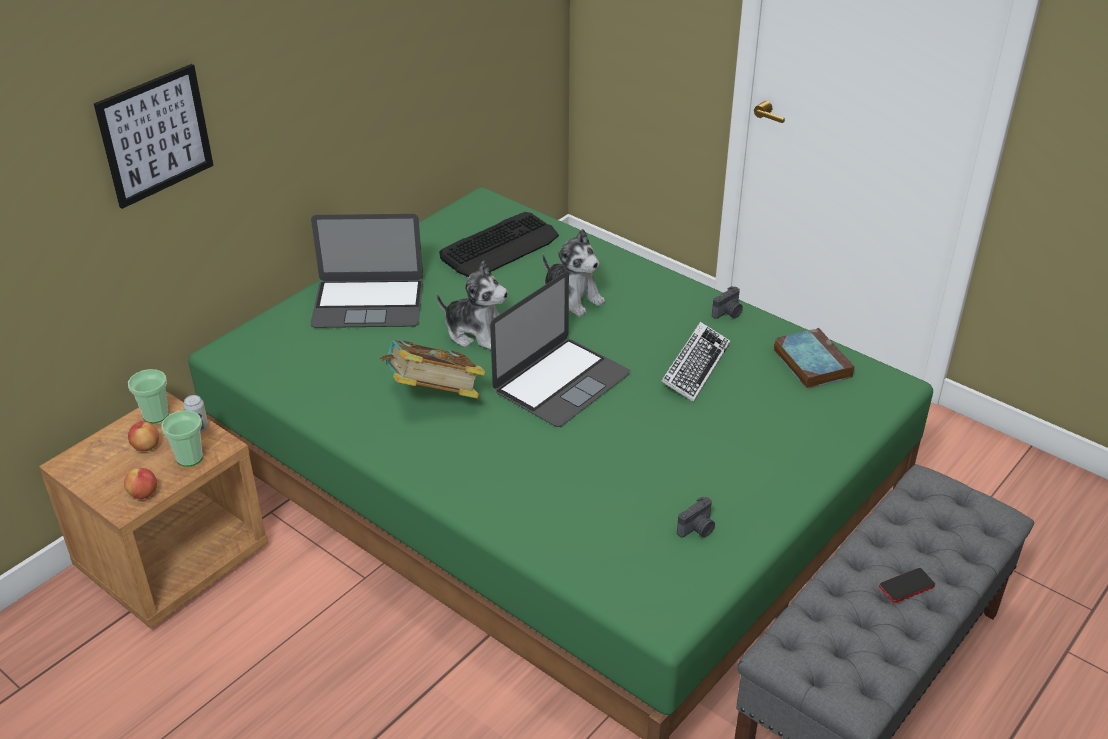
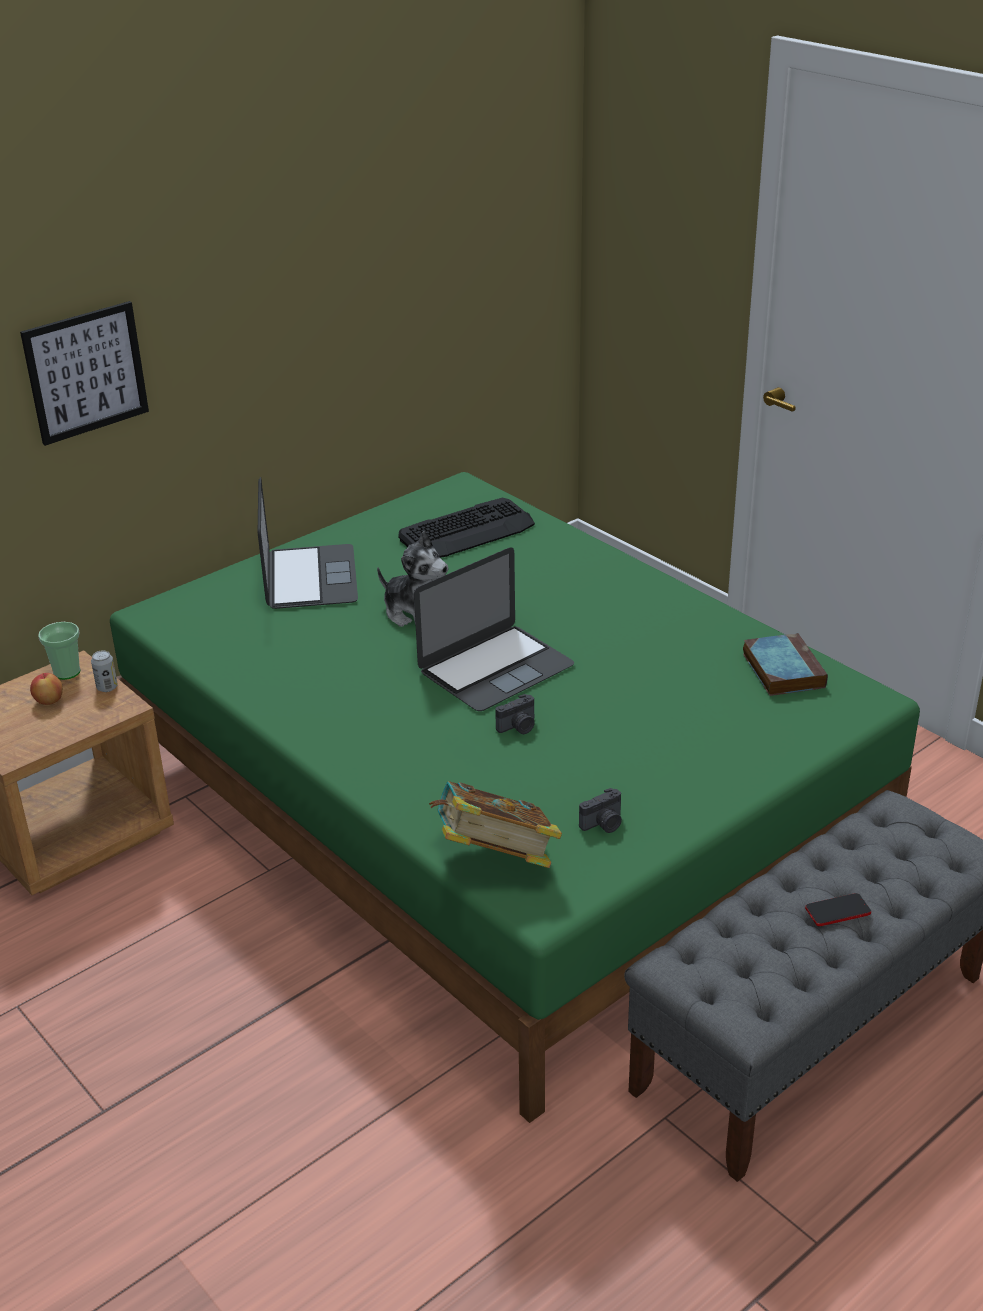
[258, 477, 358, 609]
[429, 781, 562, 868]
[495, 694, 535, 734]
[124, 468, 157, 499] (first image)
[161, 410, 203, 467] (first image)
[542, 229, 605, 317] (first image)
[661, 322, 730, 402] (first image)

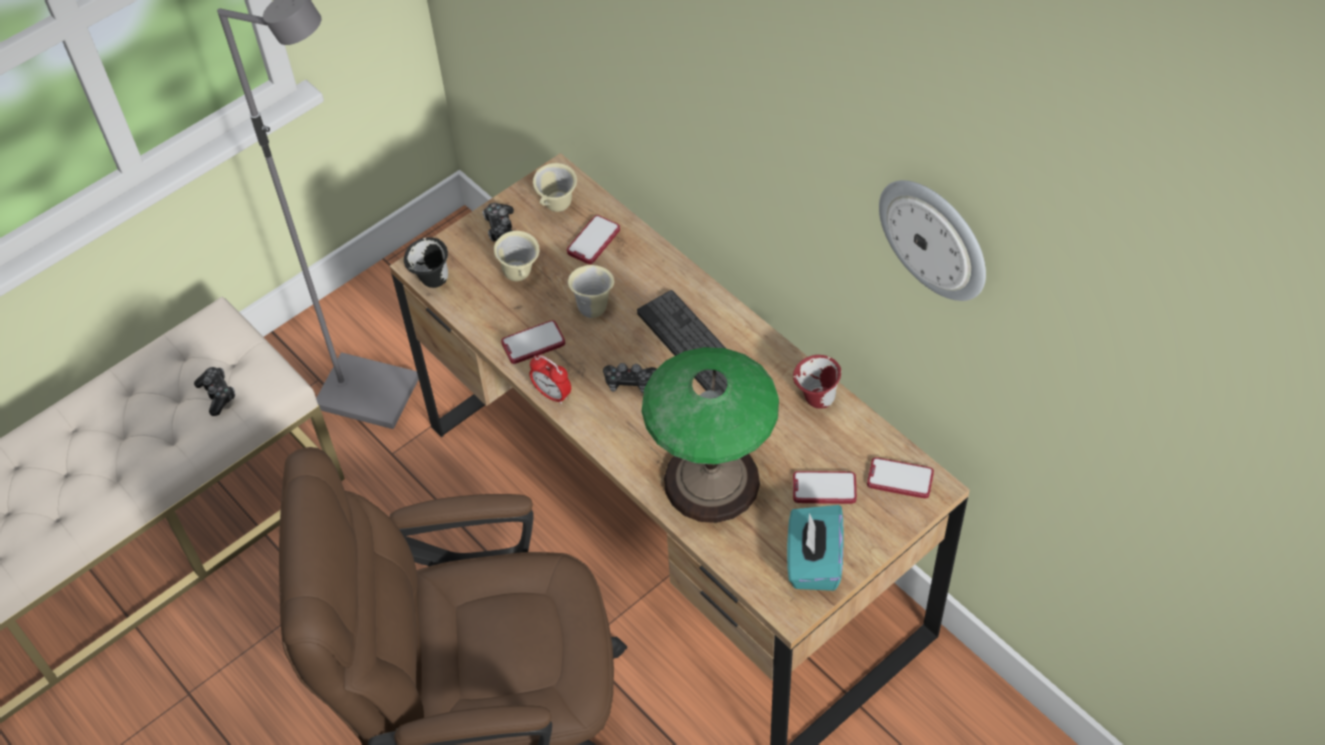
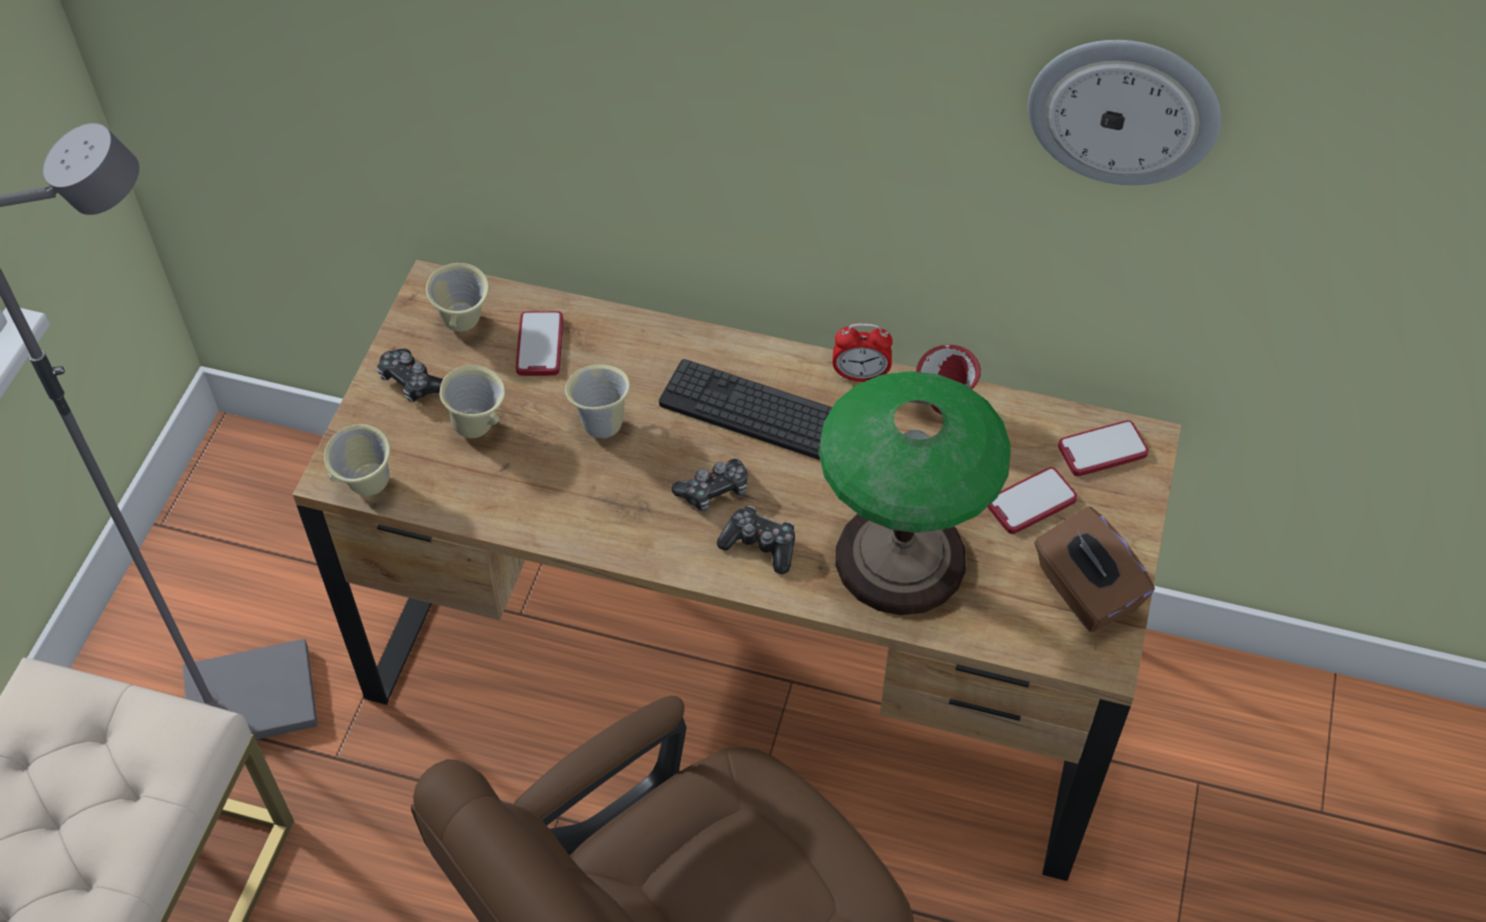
[324, 424, 391, 496]
[717, 506, 795, 574]
[832, 323, 893, 382]
[1034, 506, 1155, 632]
[501, 320, 565, 364] (first image)

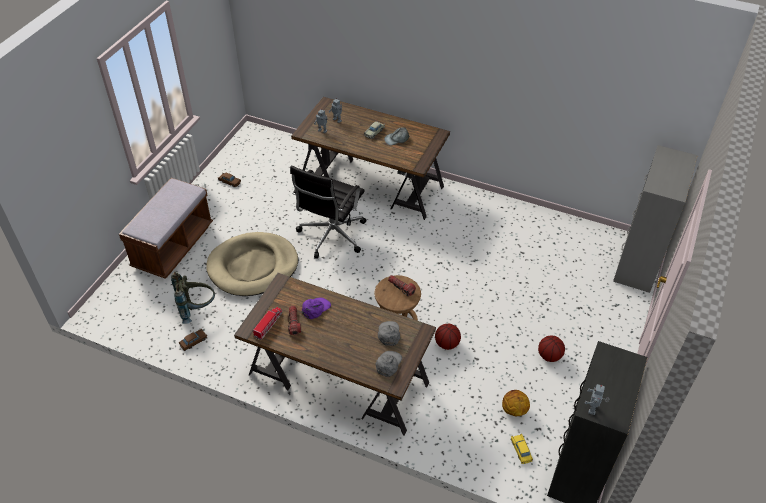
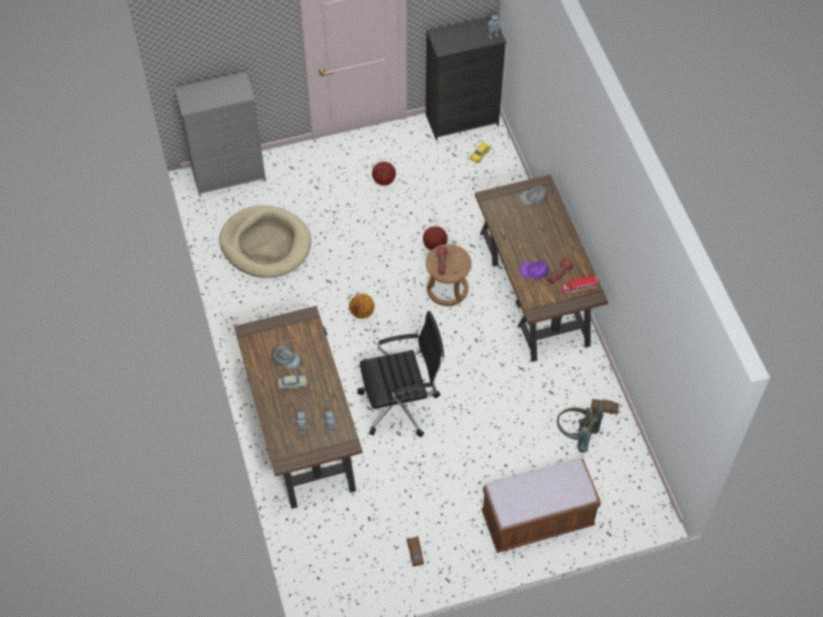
[219, 206, 311, 278]
[349, 294, 375, 318]
[378, 321, 400, 346] (first image)

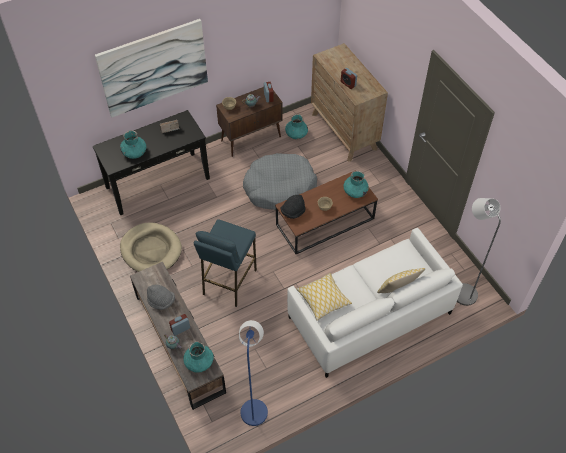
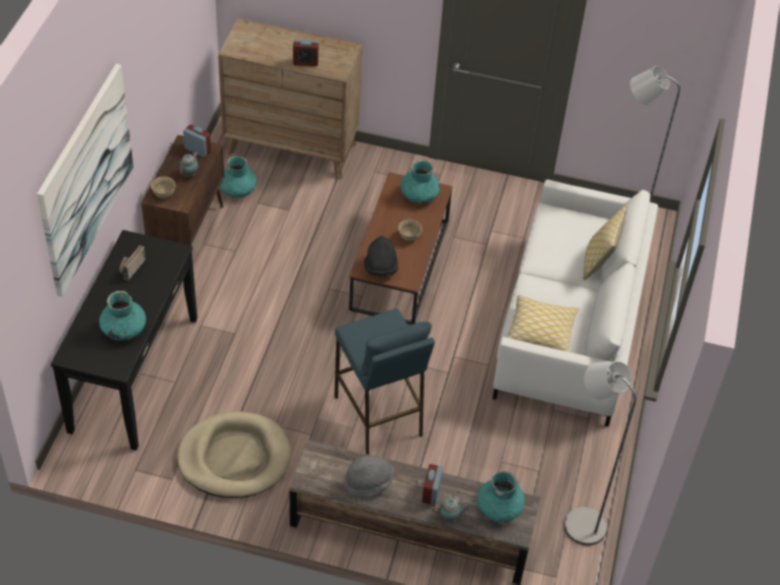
[564, 361, 637, 546]
[243, 153, 317, 210] (first image)

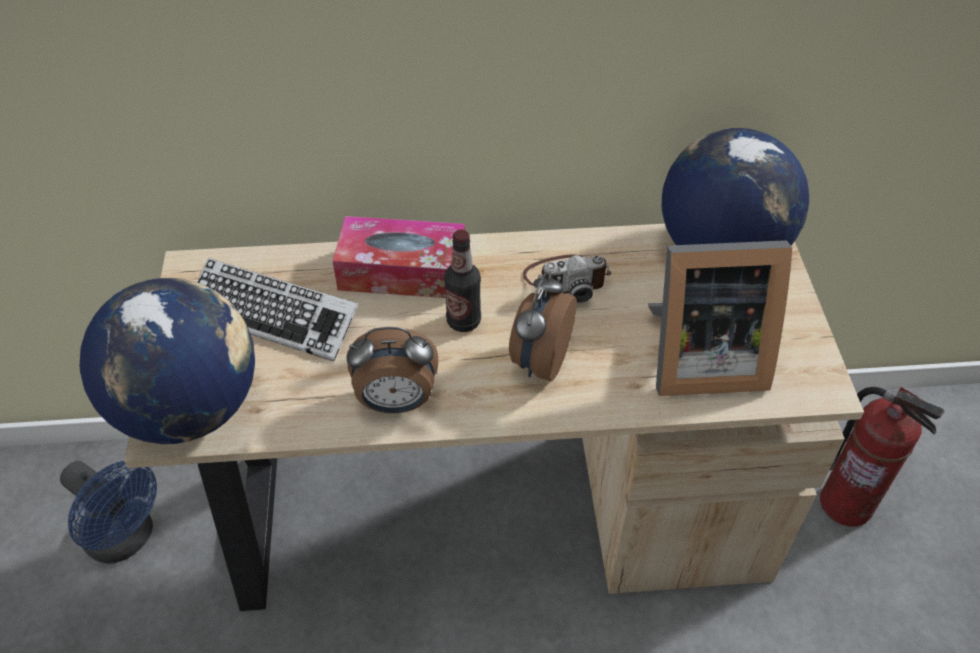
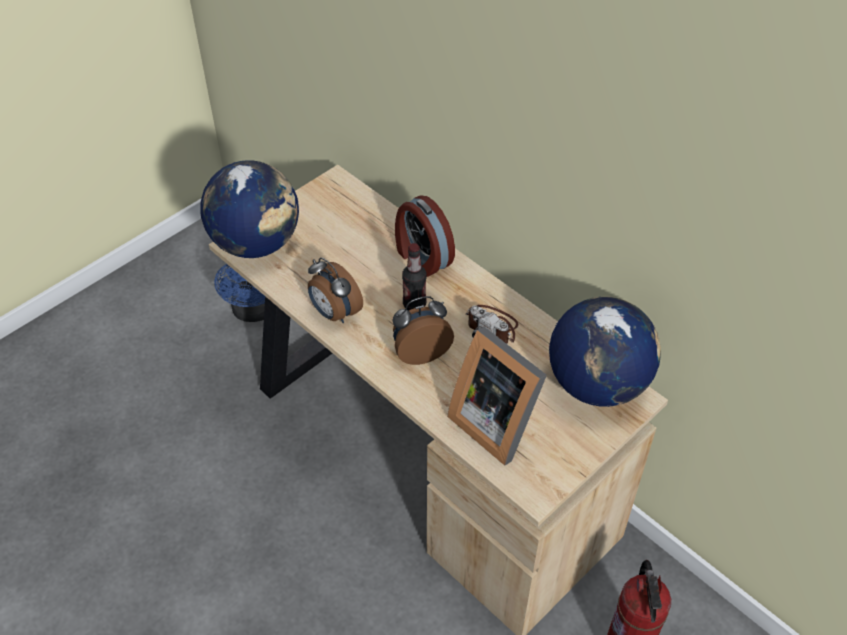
[395, 196, 455, 277]
[197, 258, 358, 361] (first image)

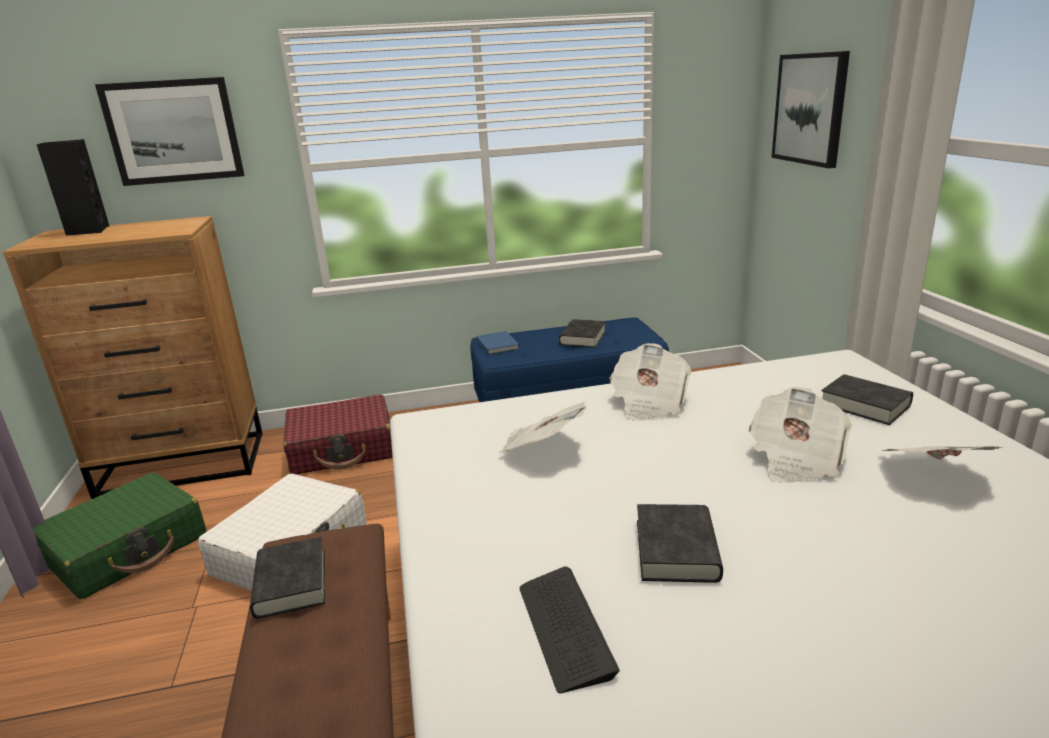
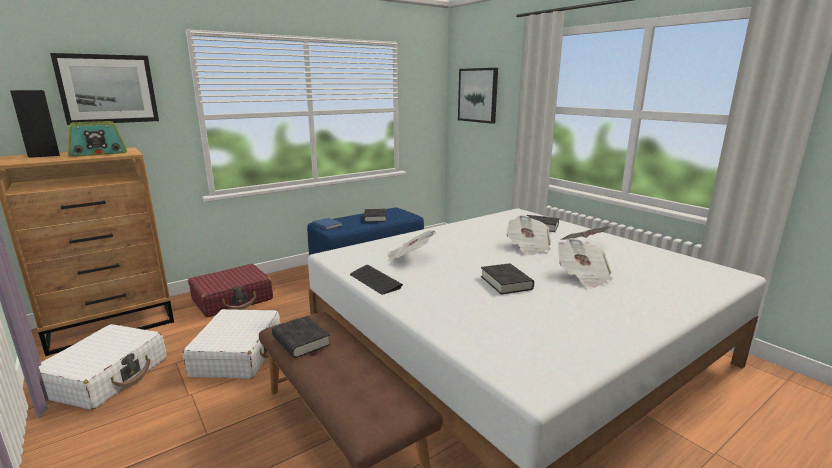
[39, 324, 166, 410]
[68, 121, 127, 157]
[350, 265, 403, 295]
[558, 238, 613, 289]

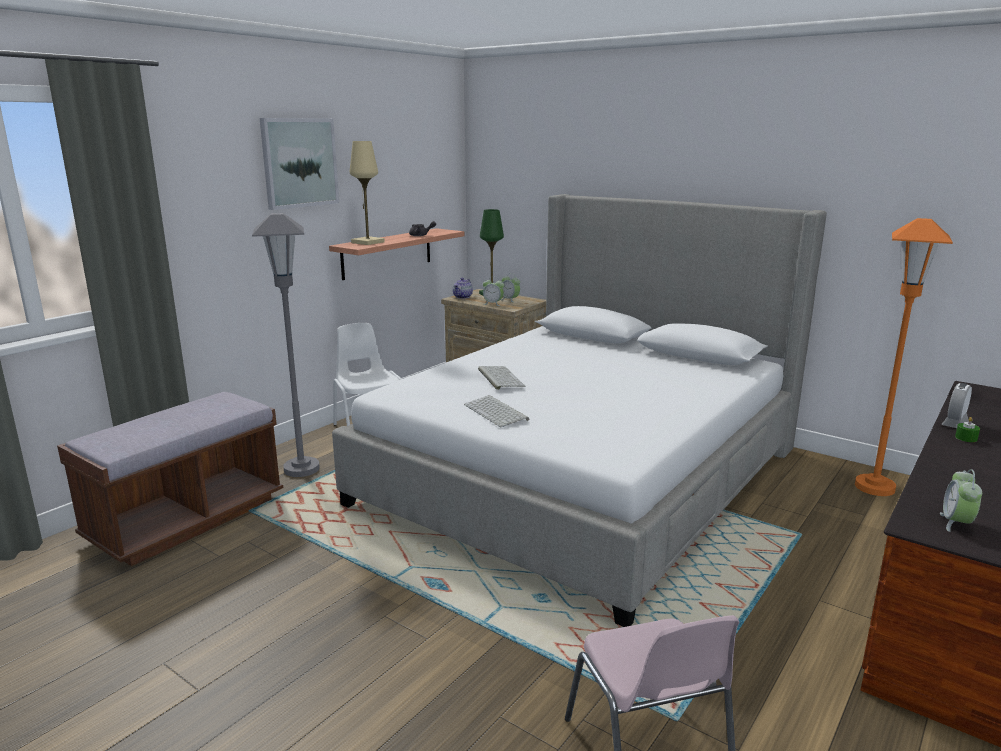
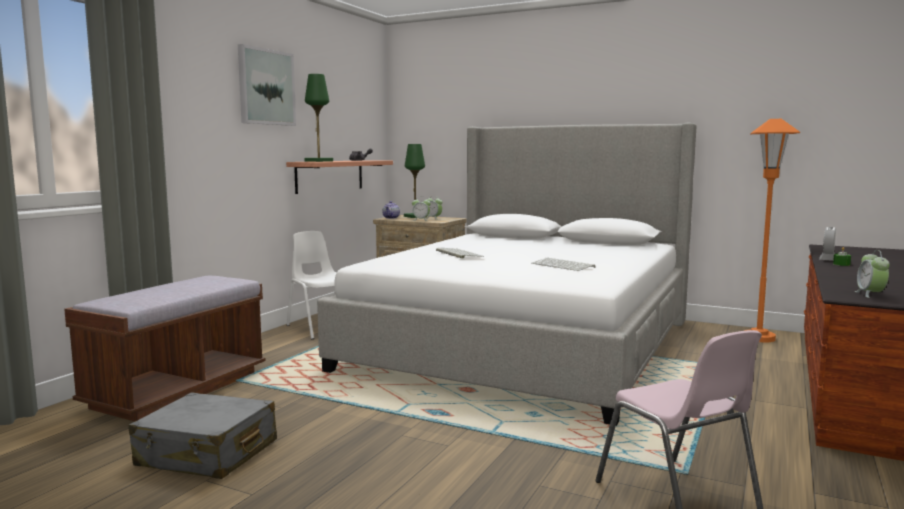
[129, 392, 277, 479]
[304, 74, 333, 162]
[531, 258, 595, 271]
[252, 213, 320, 477] (first image)

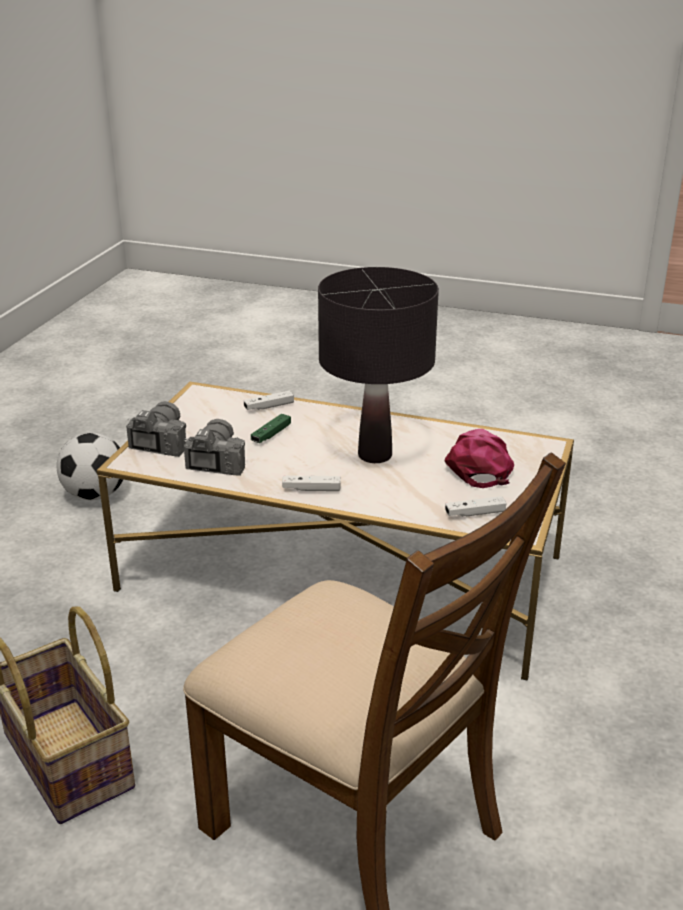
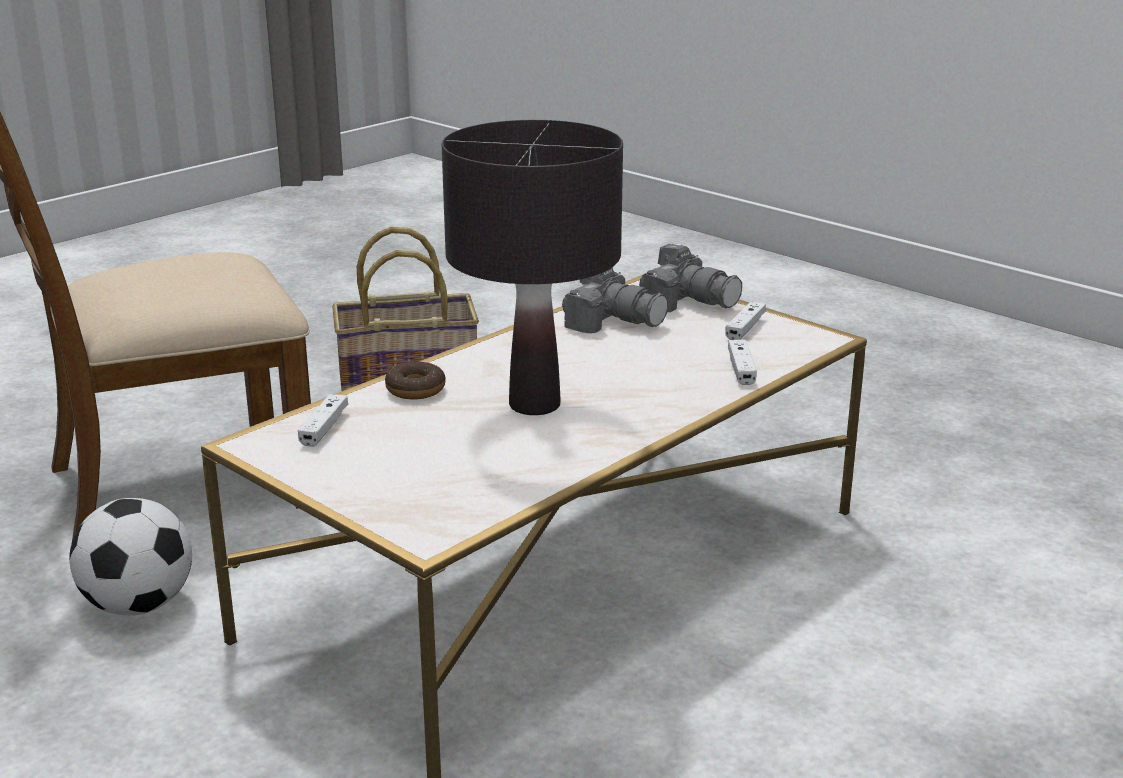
[69, 498, 192, 615]
[385, 361, 446, 399]
[725, 302, 766, 340]
[251, 414, 291, 443] (first image)
[444, 429, 514, 488] (first image)

